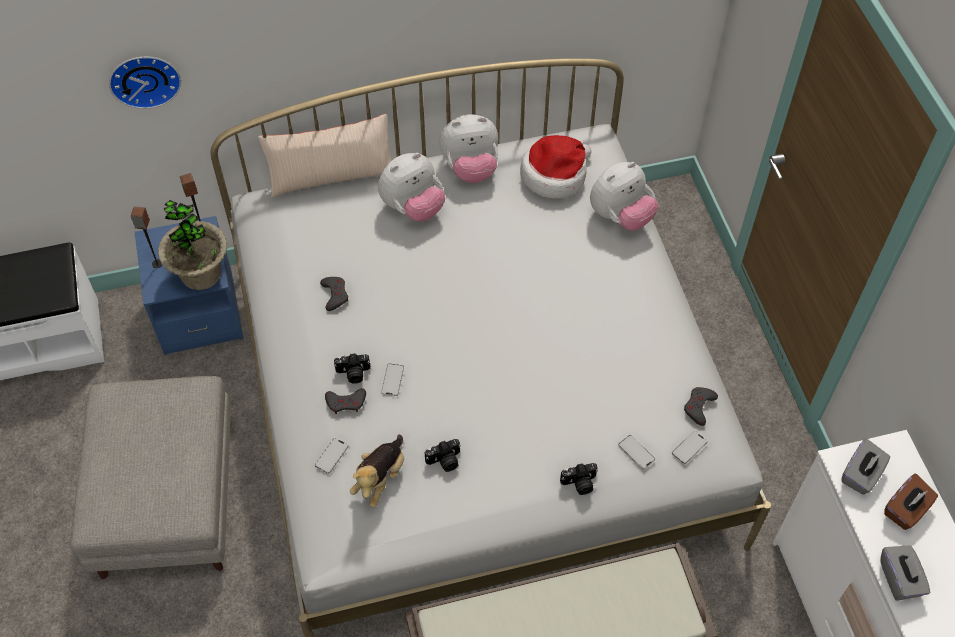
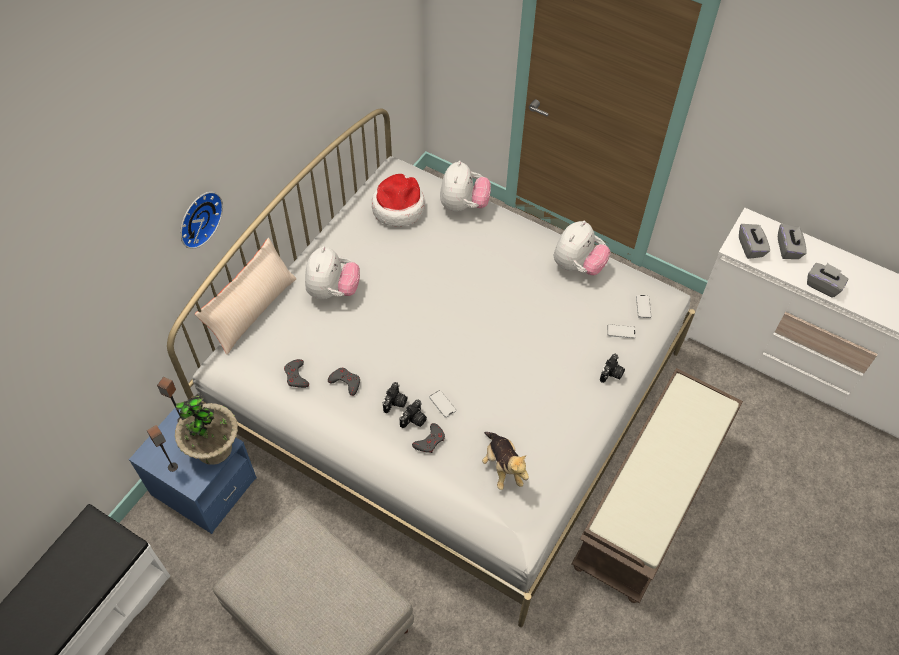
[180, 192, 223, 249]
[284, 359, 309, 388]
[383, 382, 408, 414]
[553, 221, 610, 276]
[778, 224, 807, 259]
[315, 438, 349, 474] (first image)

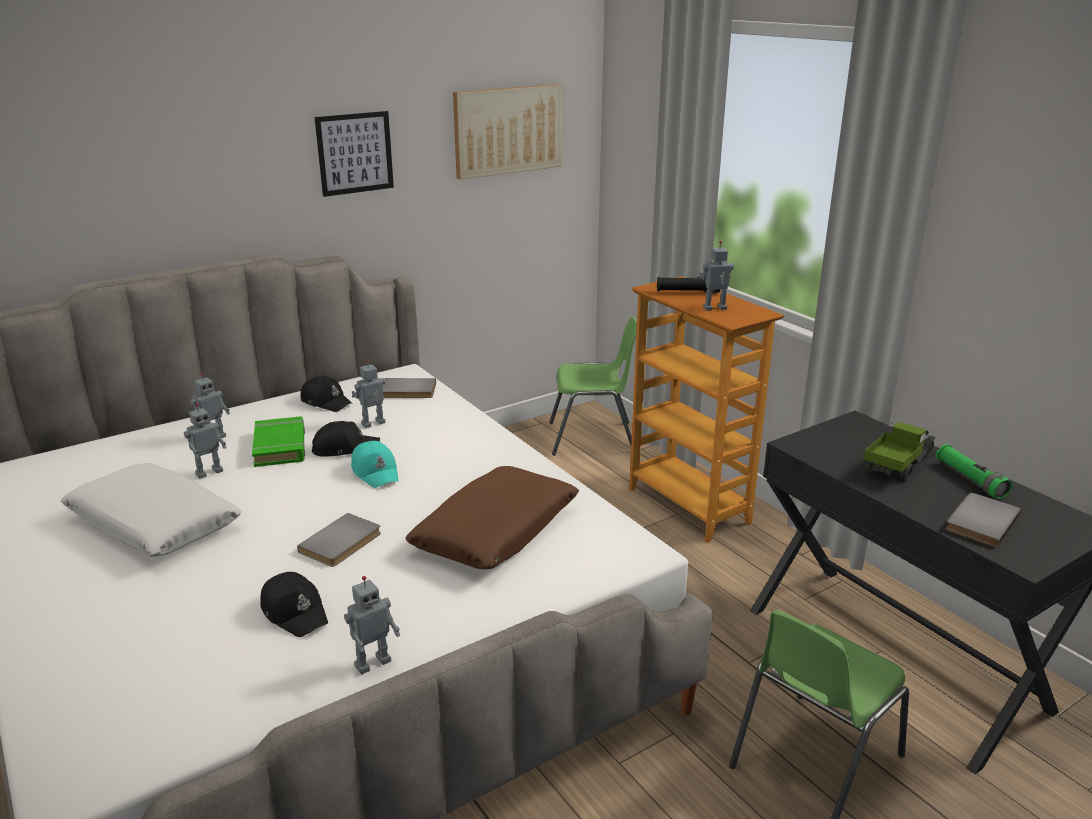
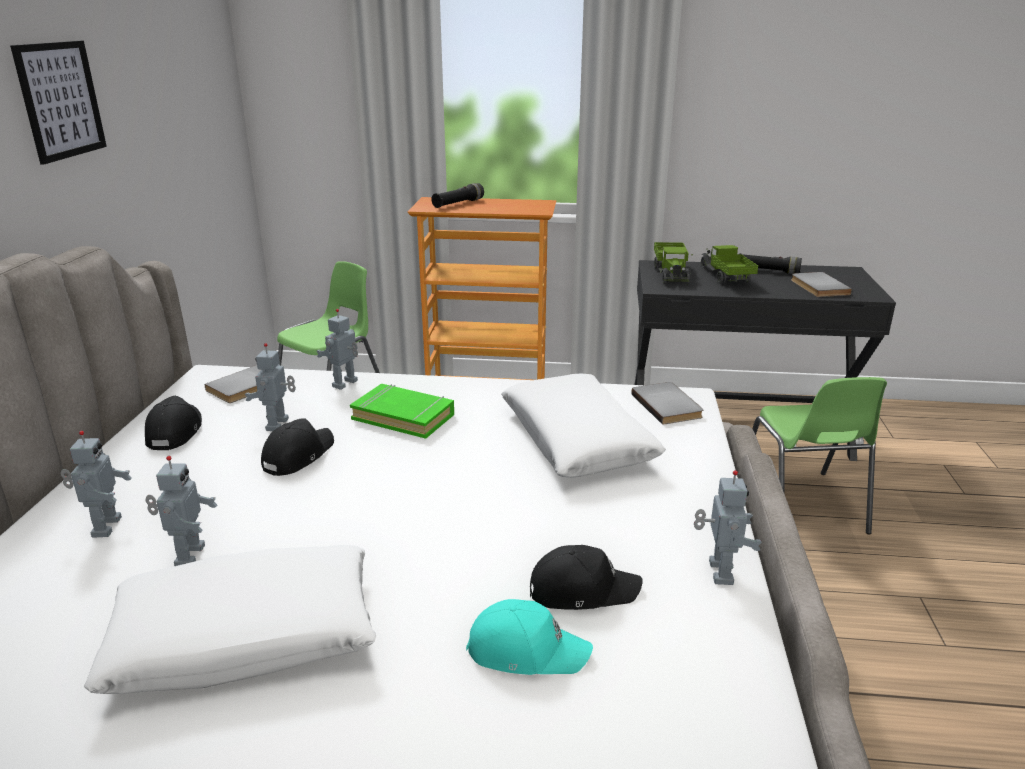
[145, 396, 202, 450]
[317, 309, 358, 390]
[350, 384, 454, 439]
[466, 599, 593, 675]
[501, 374, 666, 477]
[631, 382, 703, 425]
[654, 242, 693, 285]
[738, 253, 802, 274]
[453, 84, 562, 180] (first image)

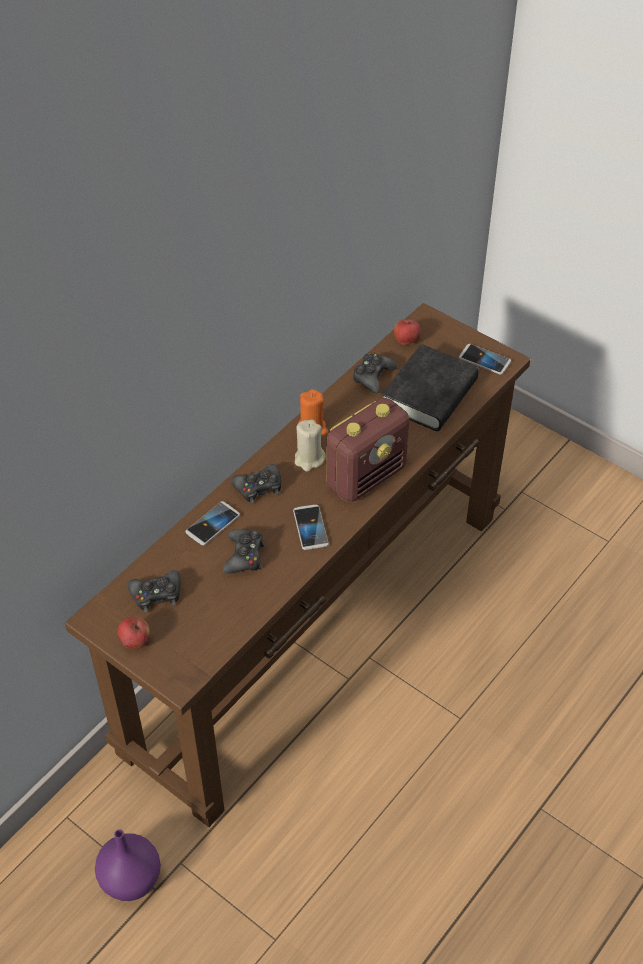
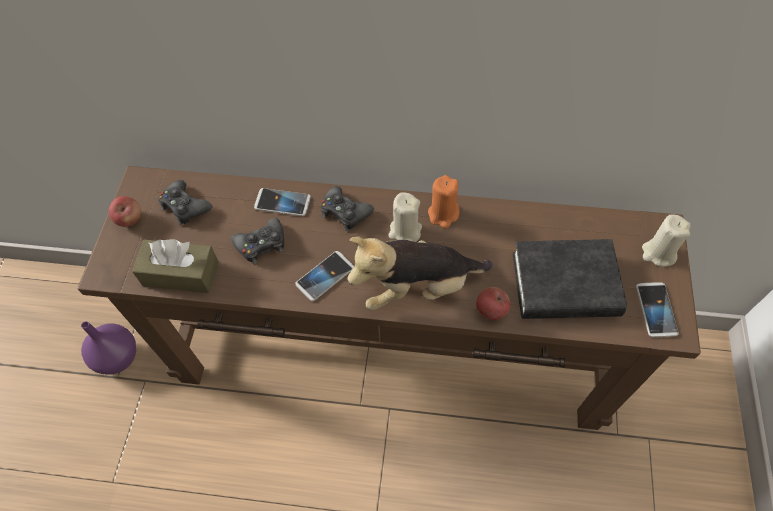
[132, 239, 219, 293]
[347, 237, 493, 310]
[476, 287, 510, 320]
[642, 215, 691, 267]
[352, 352, 397, 394] (first image)

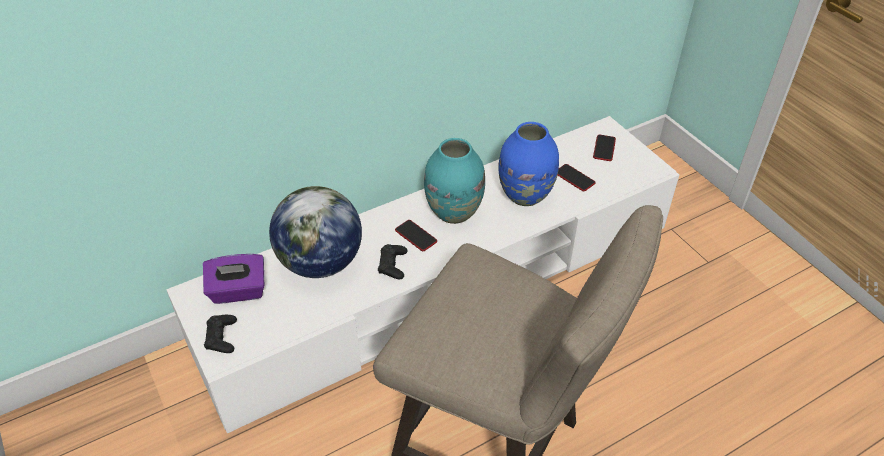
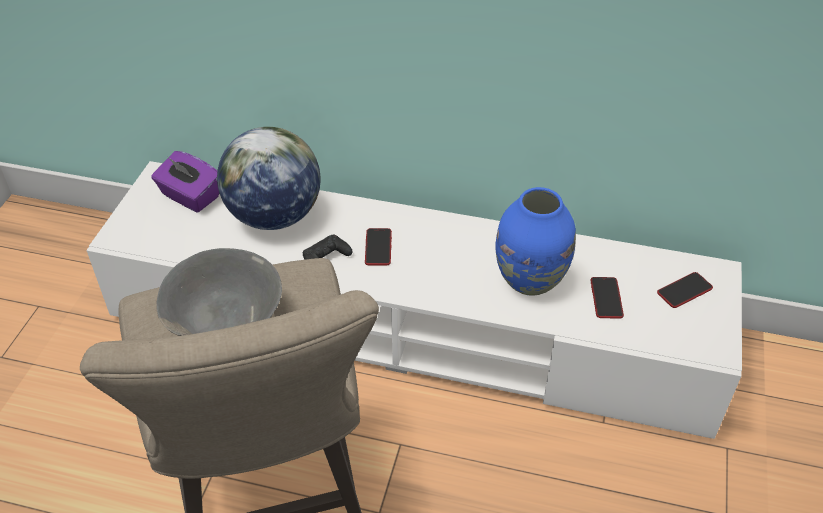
[157, 248, 282, 336]
[204, 315, 237, 353] (first image)
[424, 138, 485, 224] (first image)

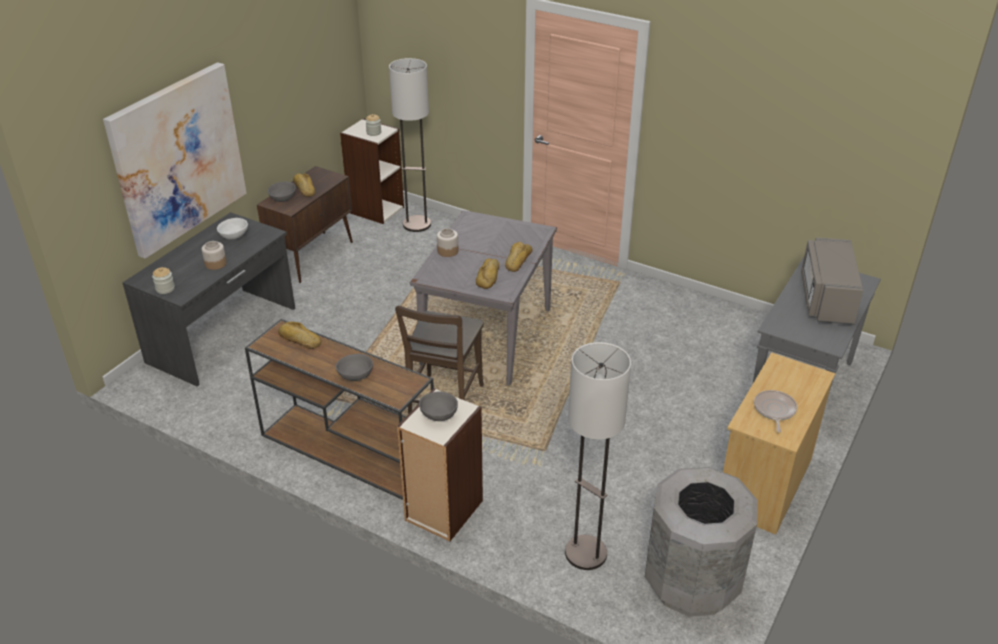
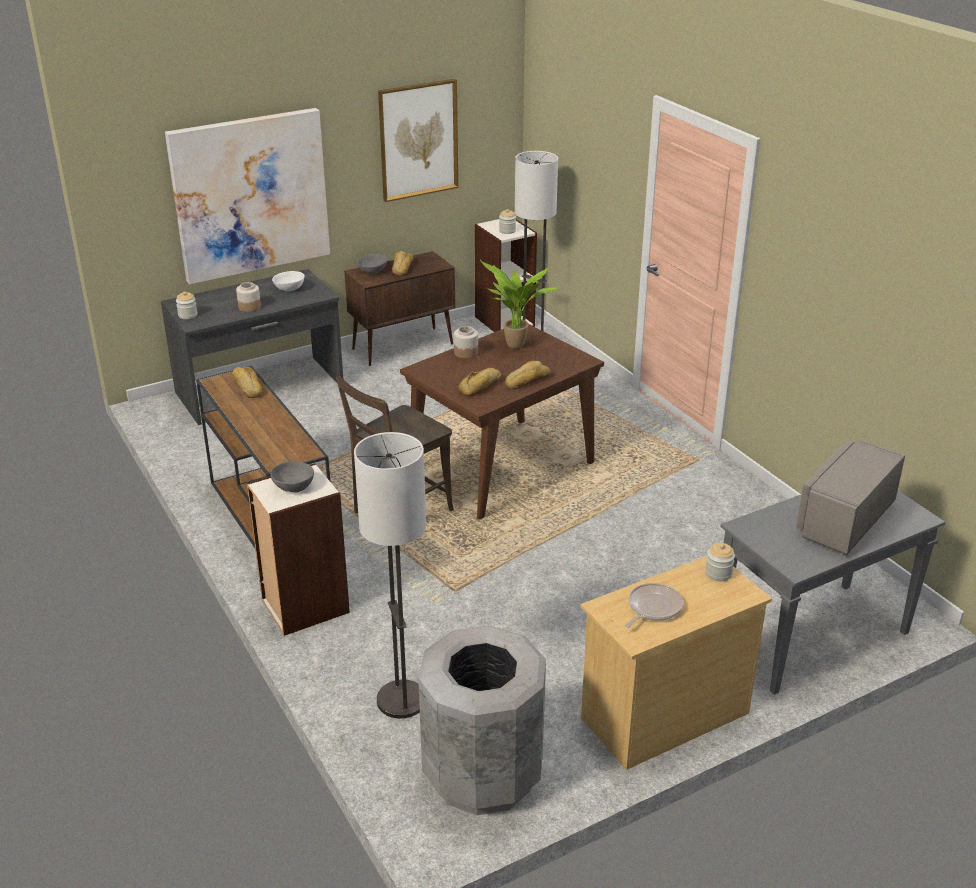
[378, 79, 458, 202]
[400, 324, 604, 519]
[480, 260, 560, 349]
[705, 543, 735, 581]
[336, 354, 373, 381] (first image)

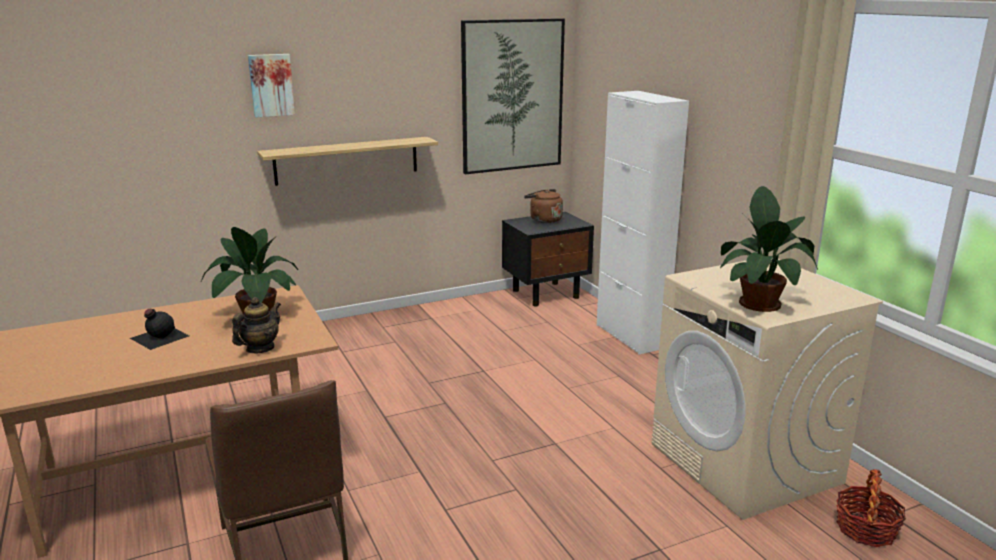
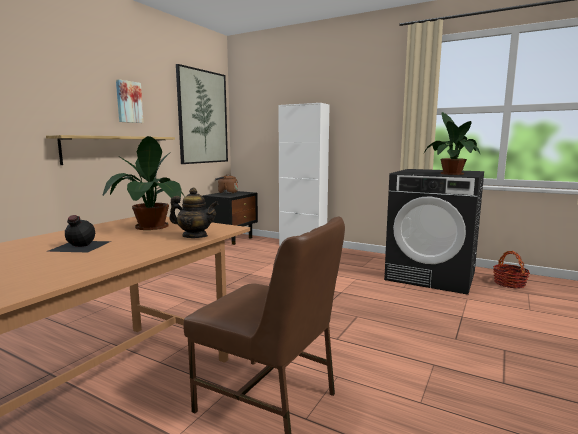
[116, 79, 144, 123]
[169, 188, 218, 238]
[384, 169, 484, 295]

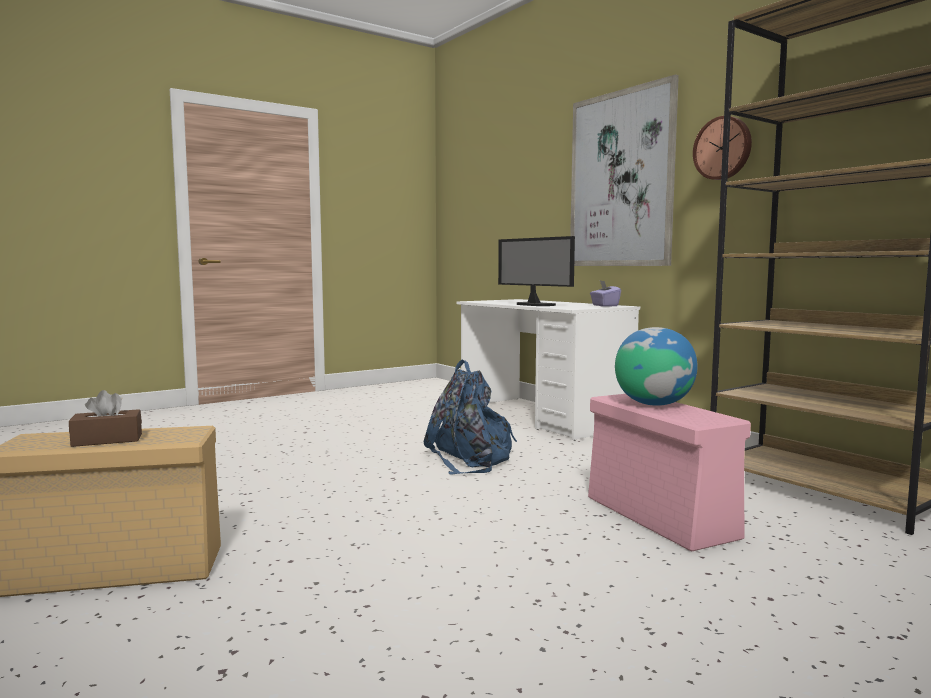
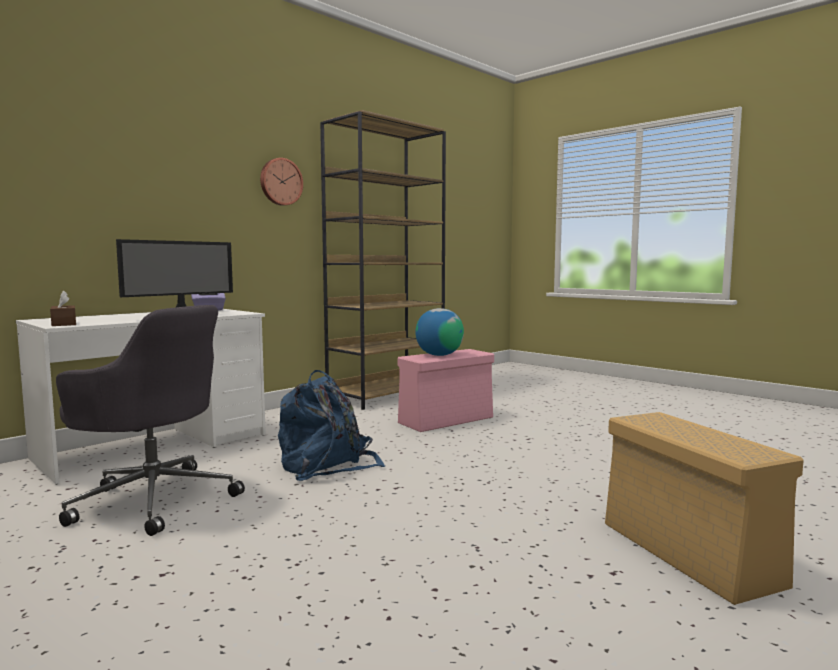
[50, 290, 76, 326]
[56, 305, 245, 536]
[570, 74, 679, 266] (first image)

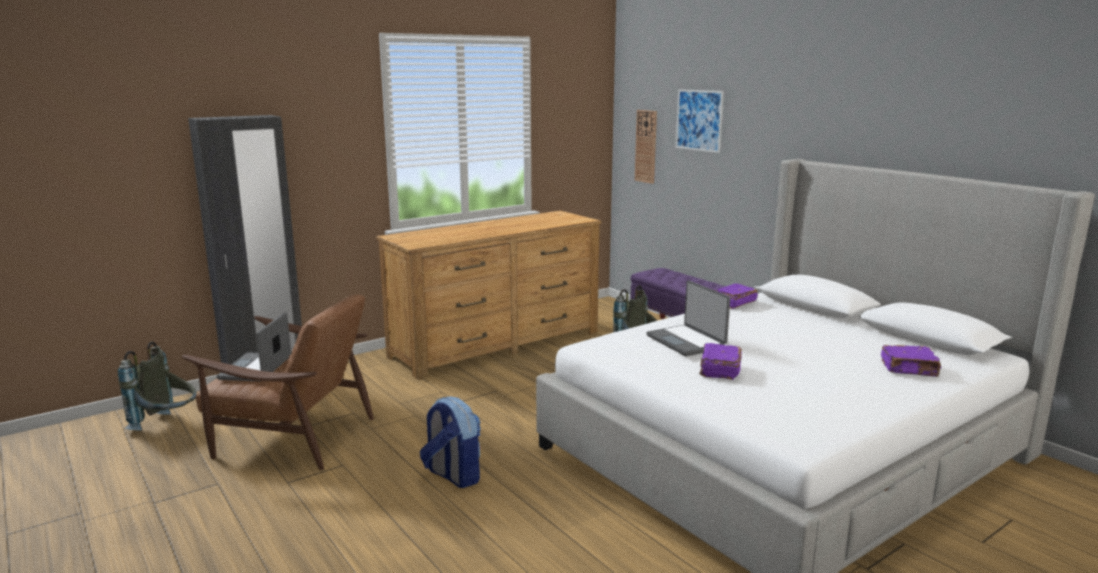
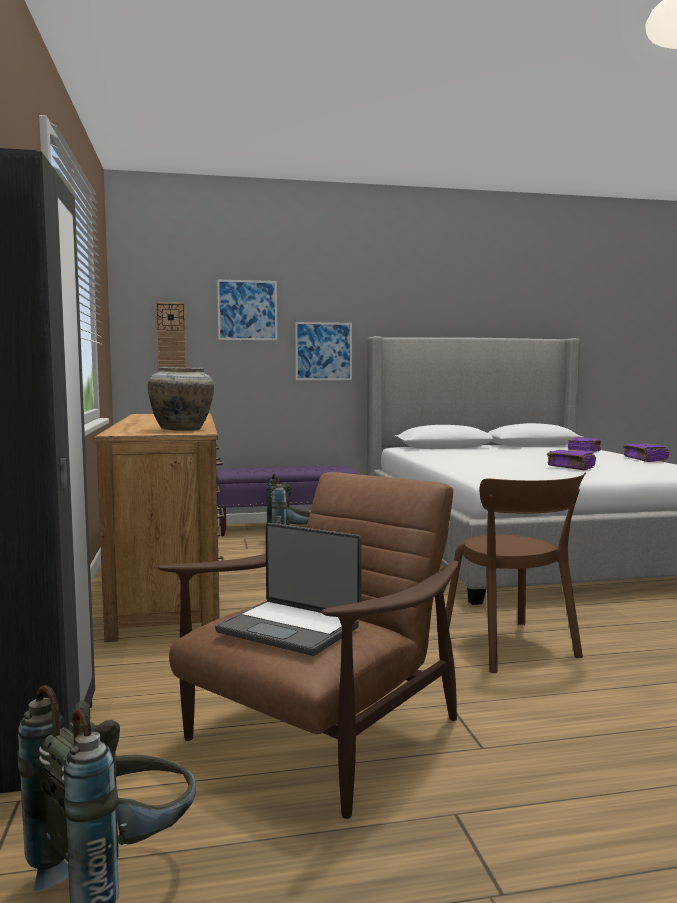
[148, 367, 214, 431]
[295, 322, 352, 380]
[446, 472, 586, 673]
[623, 444, 669, 462]
[646, 280, 730, 356] (first image)

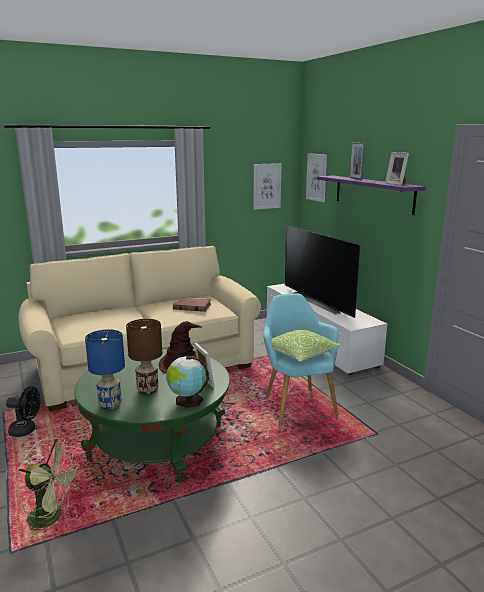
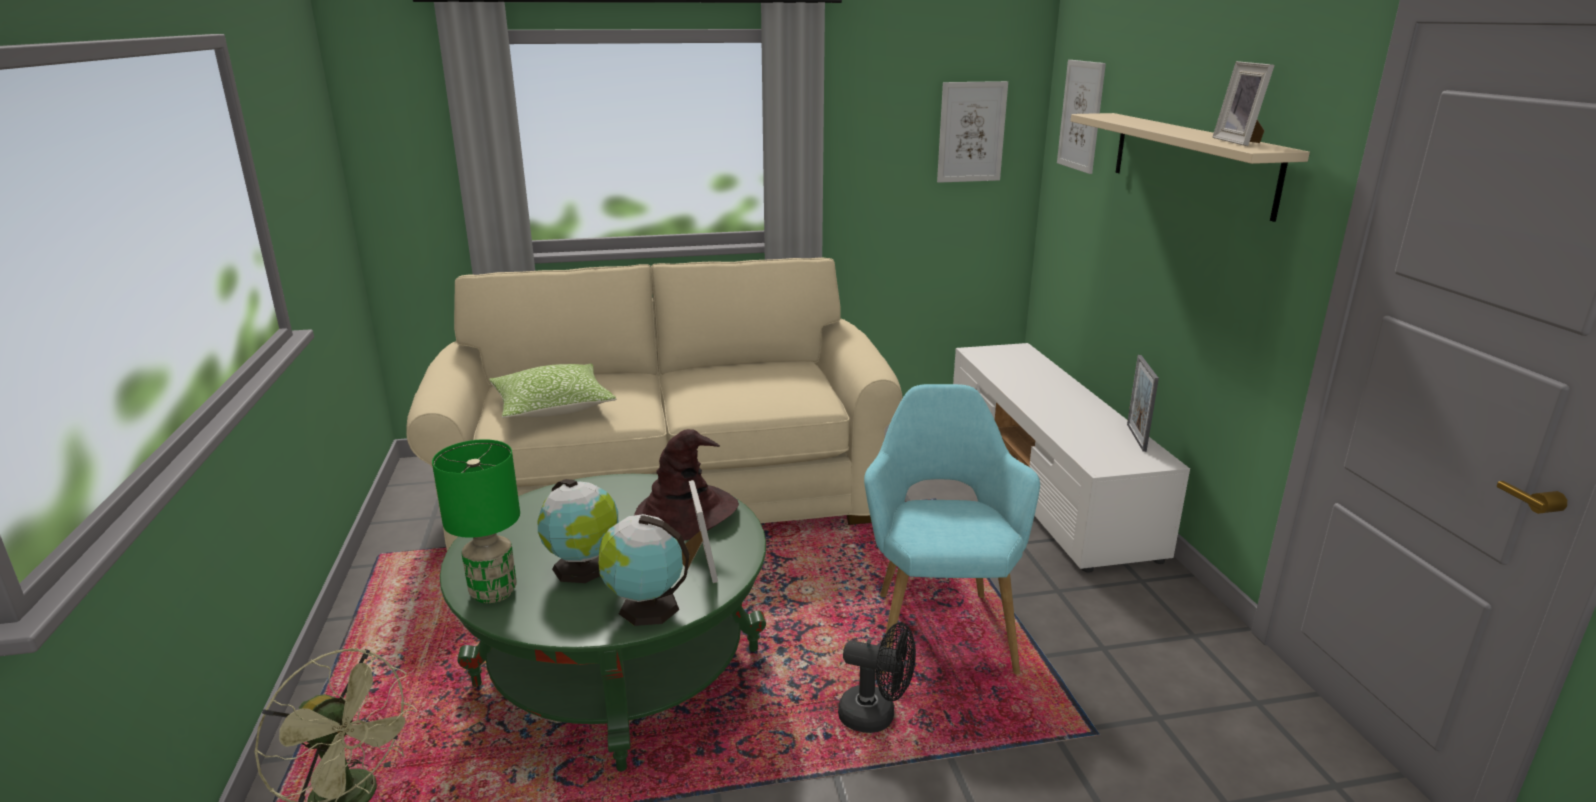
[432, 439, 520, 604]
[489, 364, 616, 418]
[537, 479, 618, 583]
[838, 623, 916, 733]
[1071, 113, 1310, 222]
[1127, 355, 1159, 452]
[173, 297, 211, 312] (first image)
[285, 225, 361, 318] (first image)

